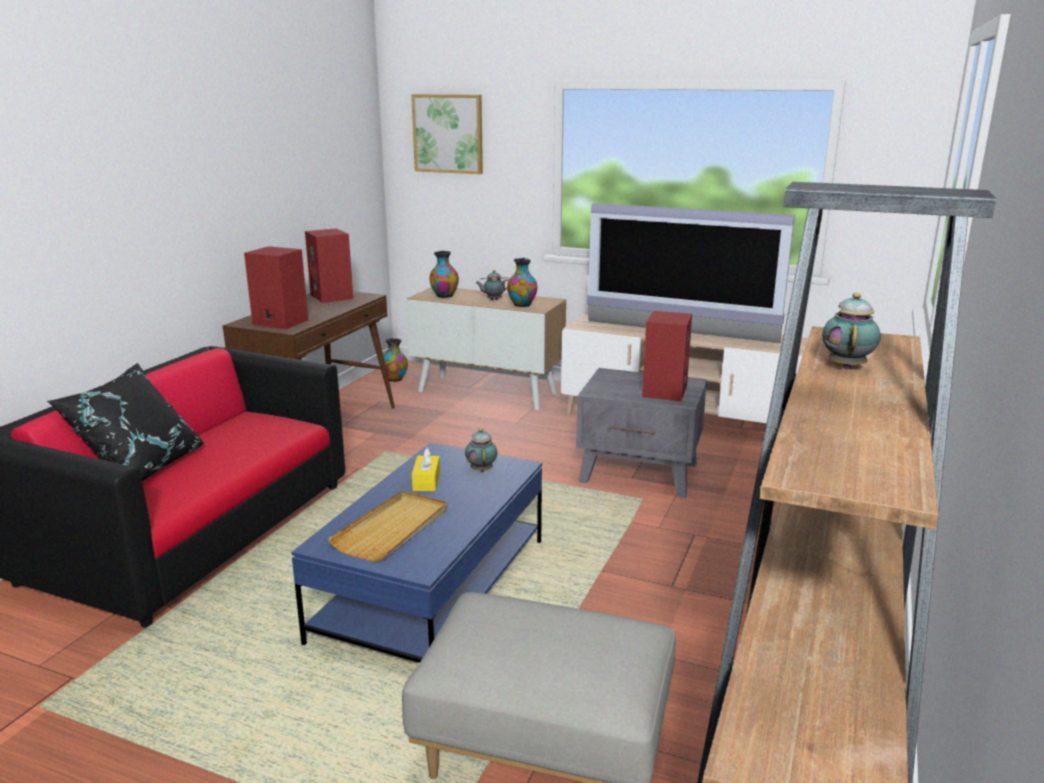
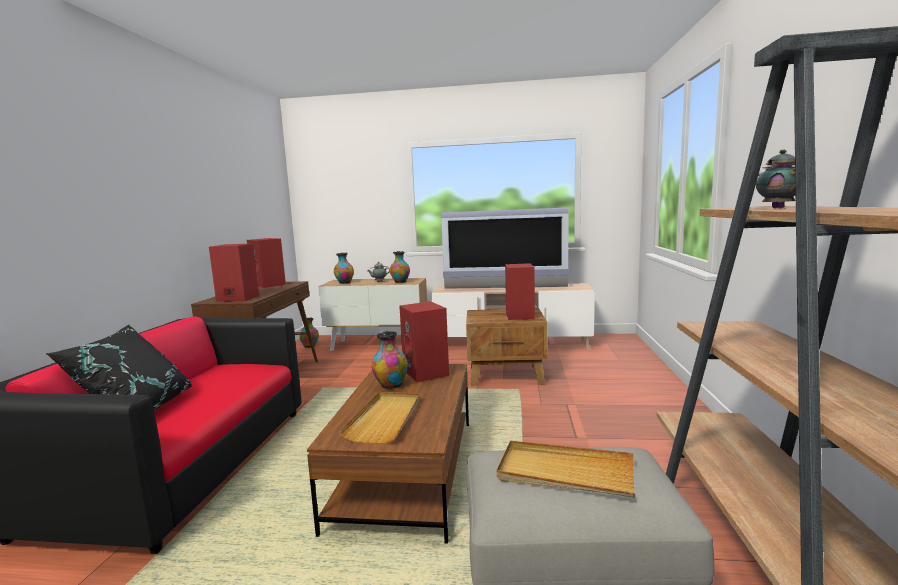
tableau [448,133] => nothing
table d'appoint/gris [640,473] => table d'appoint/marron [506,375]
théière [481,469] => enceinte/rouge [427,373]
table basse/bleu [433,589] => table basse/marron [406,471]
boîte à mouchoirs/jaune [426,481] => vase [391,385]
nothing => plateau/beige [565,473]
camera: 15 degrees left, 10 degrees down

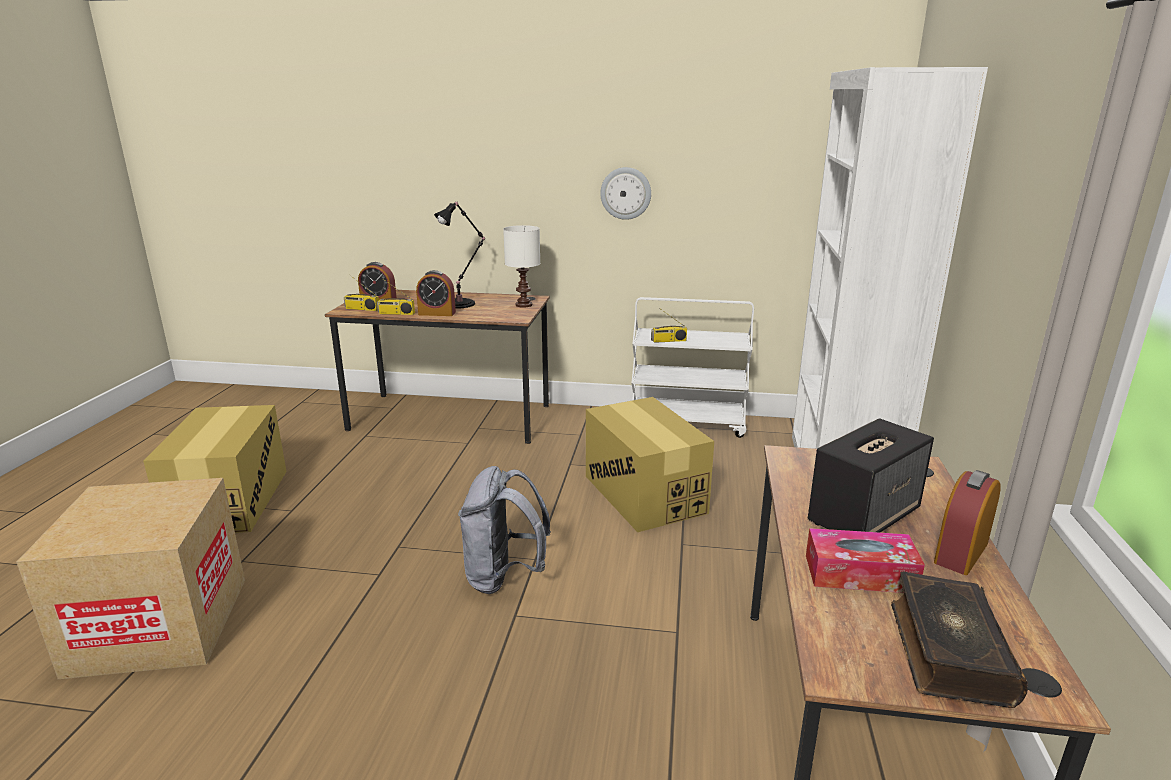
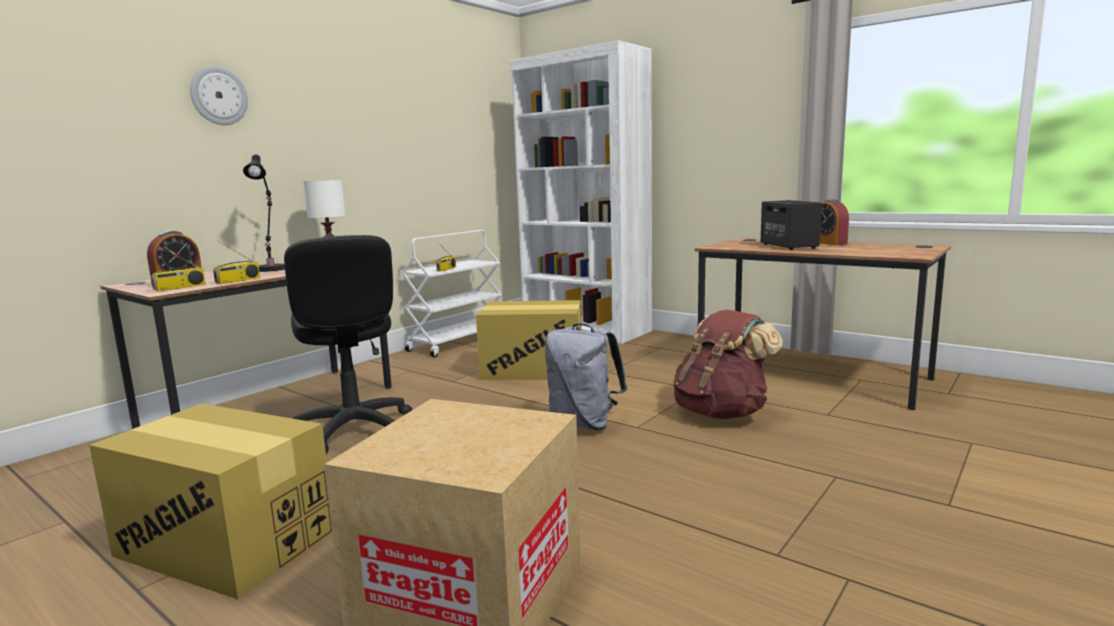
horloge murale [625,193] => horloge murale [218,96], move
réveil [437,313] => nothing
boîte à mouchoirs [859,574] => nothing
livre [947,651] => nothing
nothing => chaise de bureau/noir [353,430]
nothing => sac à dos/marron [721,413]
camera: 60 degrees left, 10 degrees down

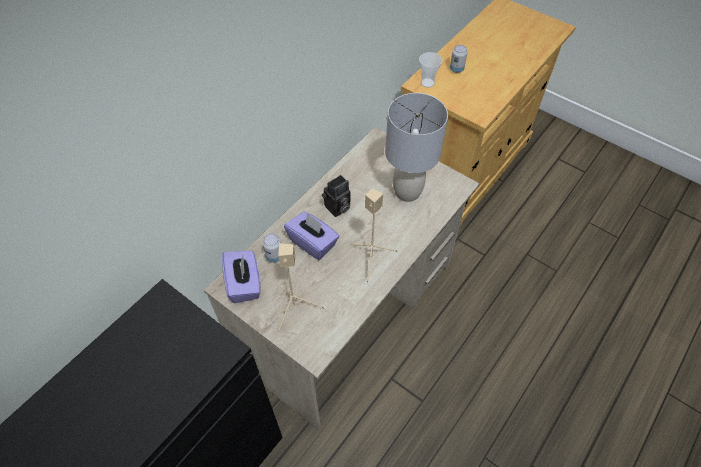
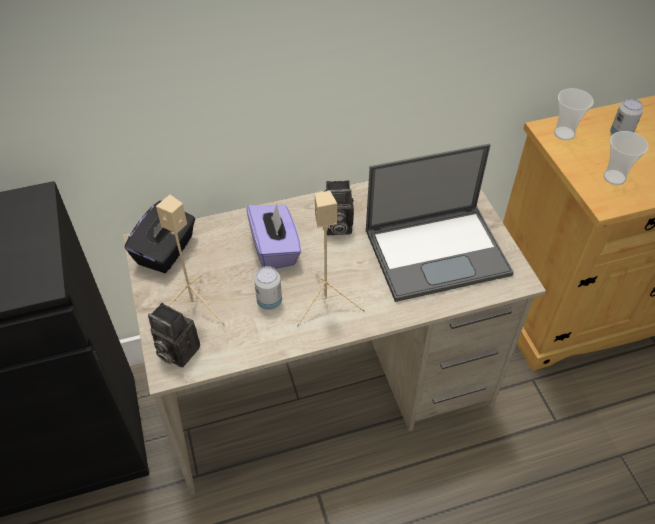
lampe de table/gris [407,191] => ordinateur portable [438,251]
boîte métallique [274,256] => boîte métallique [269,301], move
boîte à mouchoirs/violet [244,284] => boîte à mouchoirs/noir [166,251]
nothing => tasse [614,177]
nothing => appareil photo [176,351]
camera: 35 degrees right, 5 degrees down

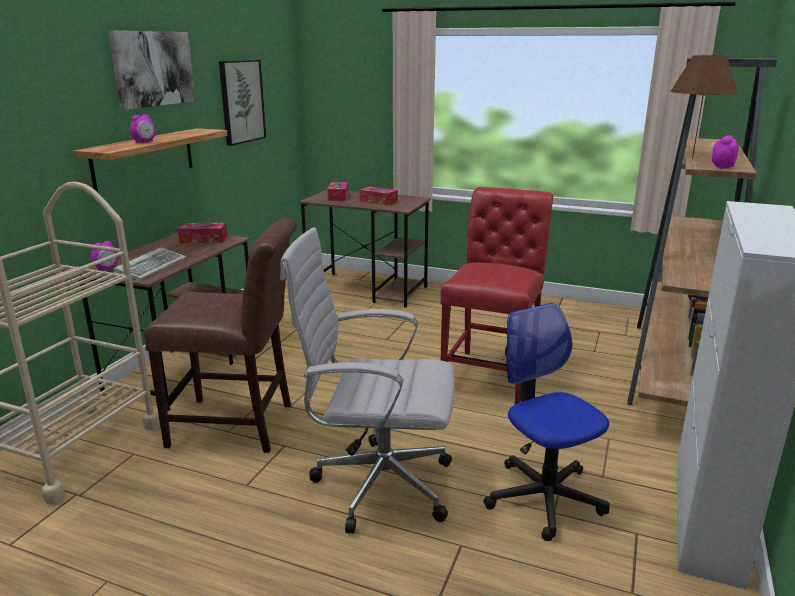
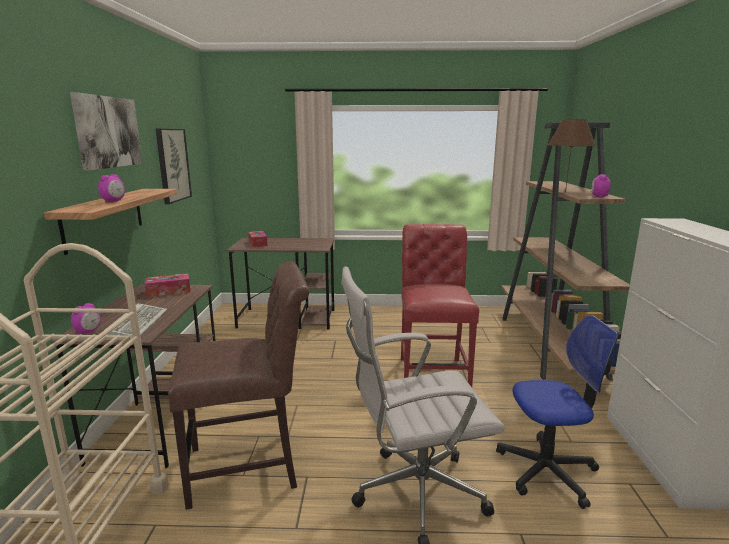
boîte à mouchoirs [378,201] => nothing
chaise de bureau [544,497] => chaise de bureau [547,470], 135 degrees clockwise
camera: 20 degrees left, 5 degrees down

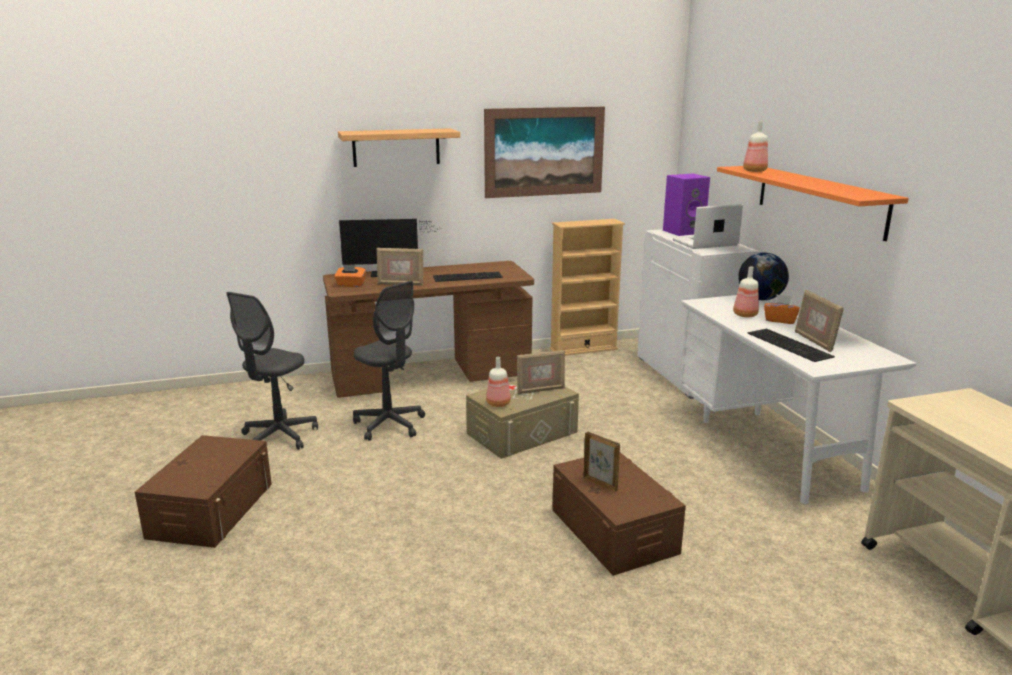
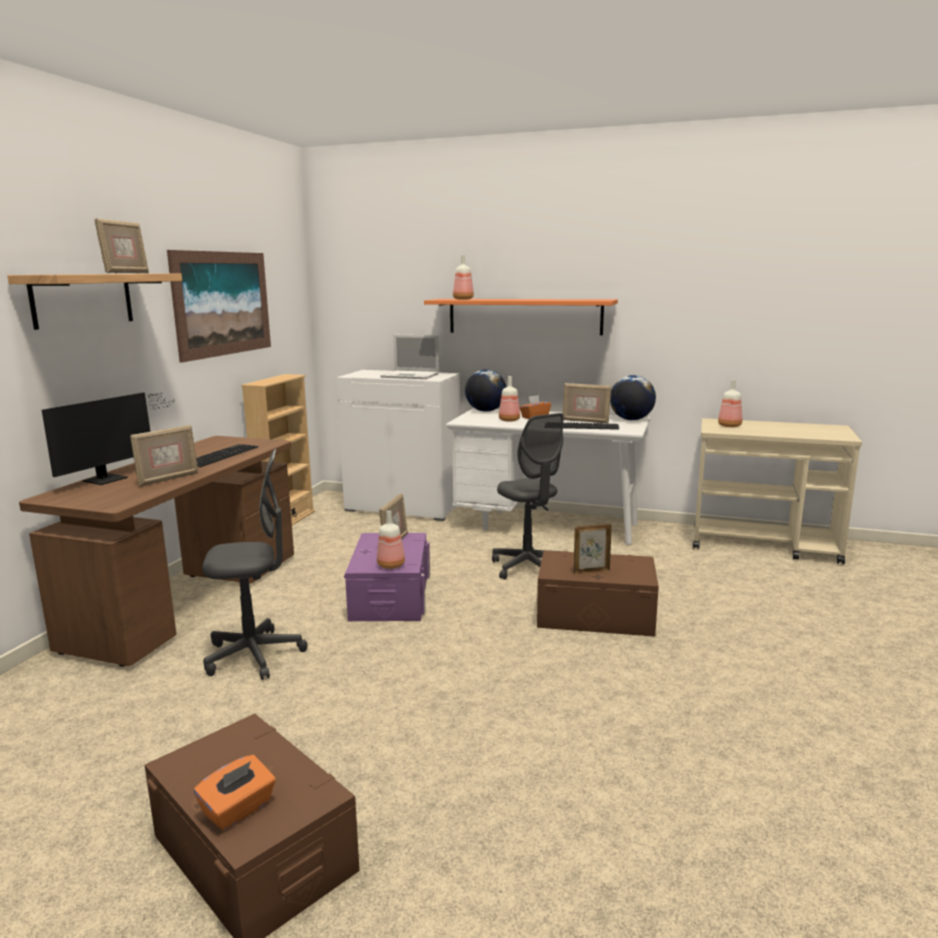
enceinte/violet [684,231] => nothing
ordinateur portable [704,243] => ordinateur portable [411,375], 90 degrees counterclockwise
boîte à mouchoirs/orange [351,285] => boîte à mouchoirs/orange [238,809], move
chaise de bureau/gris [279,437] => chaise de bureau/gris [528,567], move
boîte de rangement/beige [522,433] => boîte de rangement/violet [390,596]
nothing => cadre photo [126,273]
nothing => globe [631,419]
nothing => bouteille [729,425]
camera: 55 degrees left, 5 degrees down

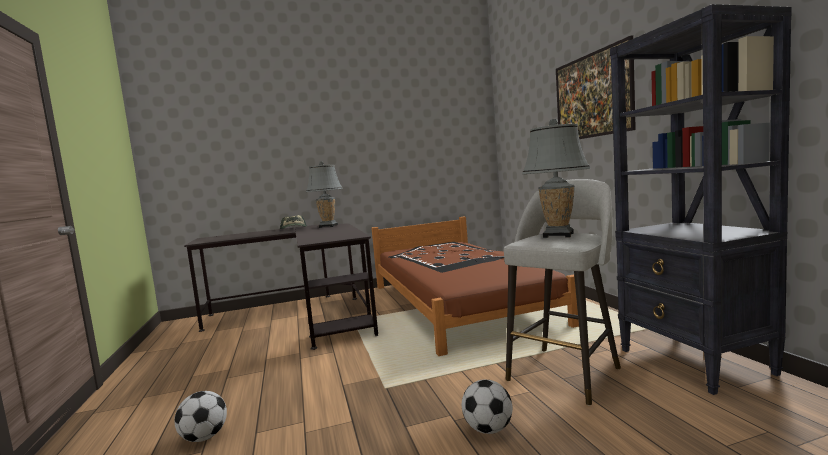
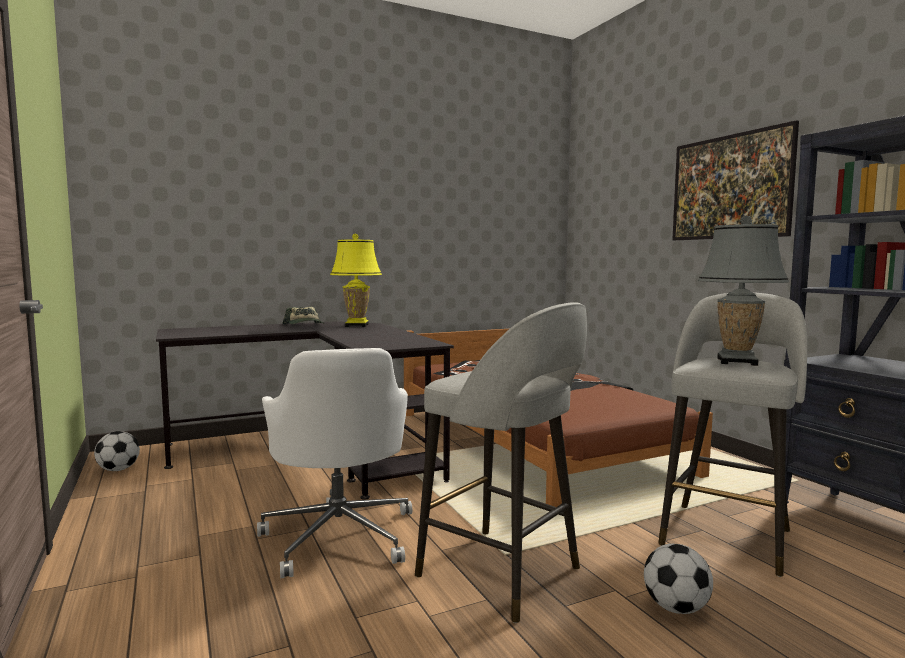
lampe de table/gris [328,226] => lampe de table/jaune [356,325]
ballon de foot [204,437] => ballon de foot [118,470], move
nothing => tabouret/gris [502,574]
nothing => chaise de bureau/blanc [340,535]
camera: 10 degrees left, 0 degrees up

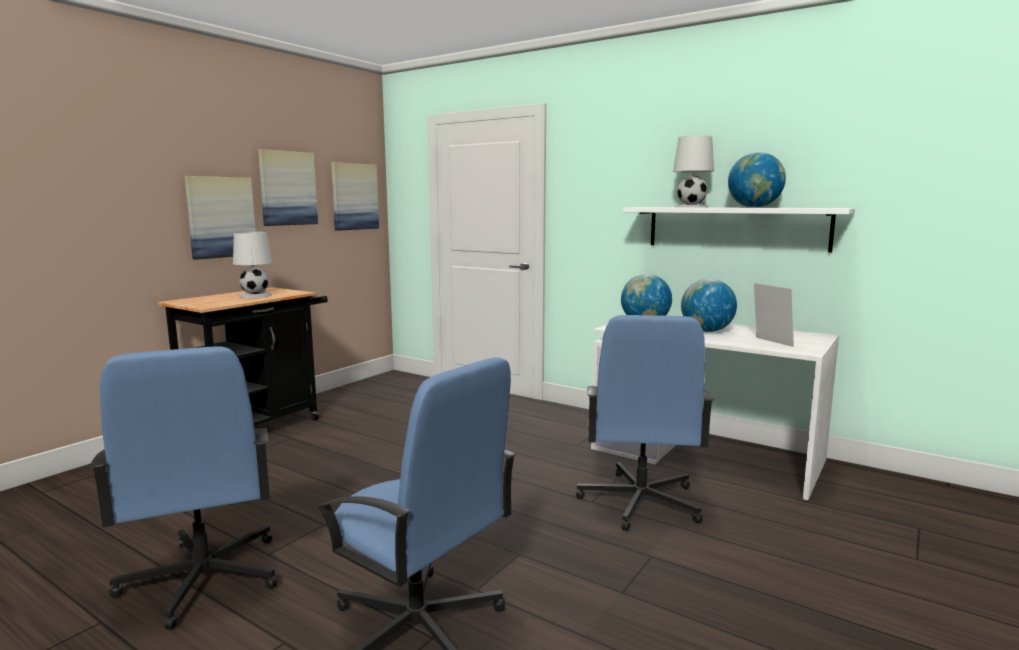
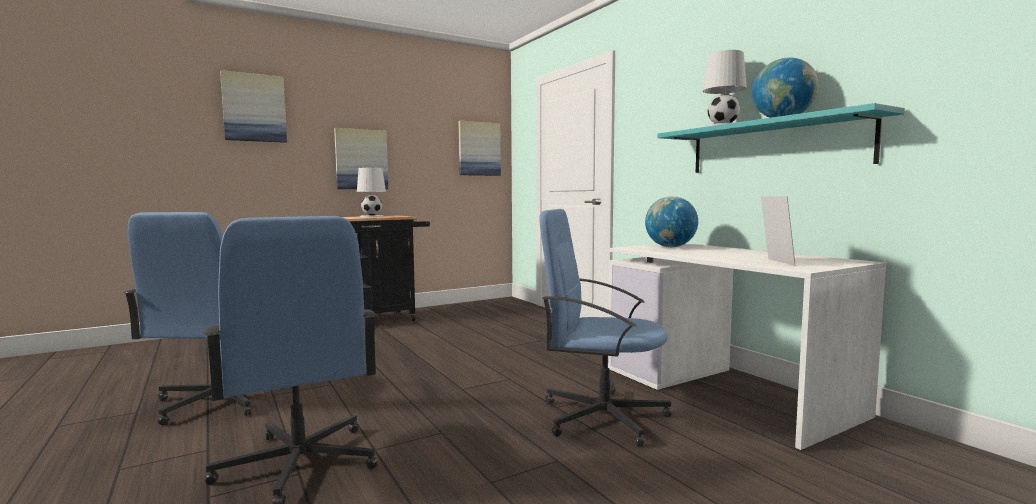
tableau [287,188] => tableau [254,108], move
étagère/blanc [736,228] => étagère/turquoise [774,146]
globe [706,331] => nothing
chaise de bureau/bleu [639,502] => chaise de bureau/bleu [601,416], 75 degrees clockwise
camera: 25 degrees right, 5 degrees down

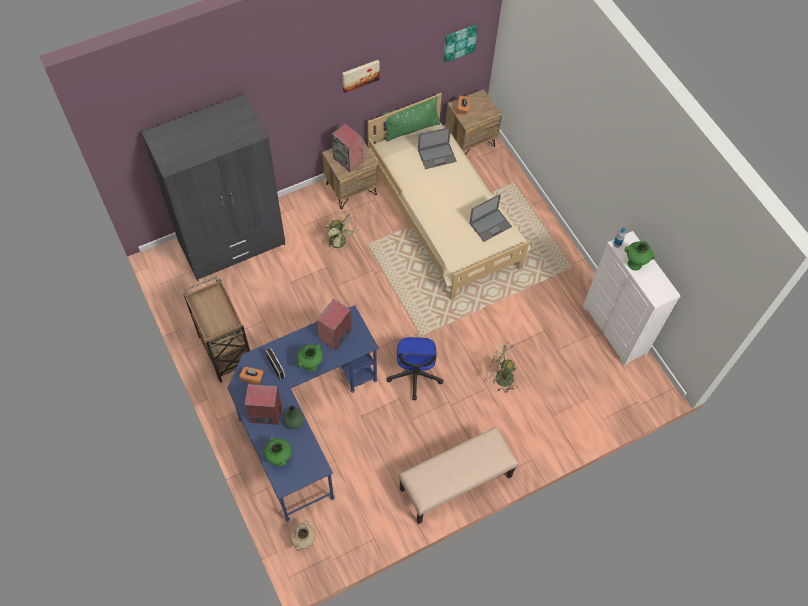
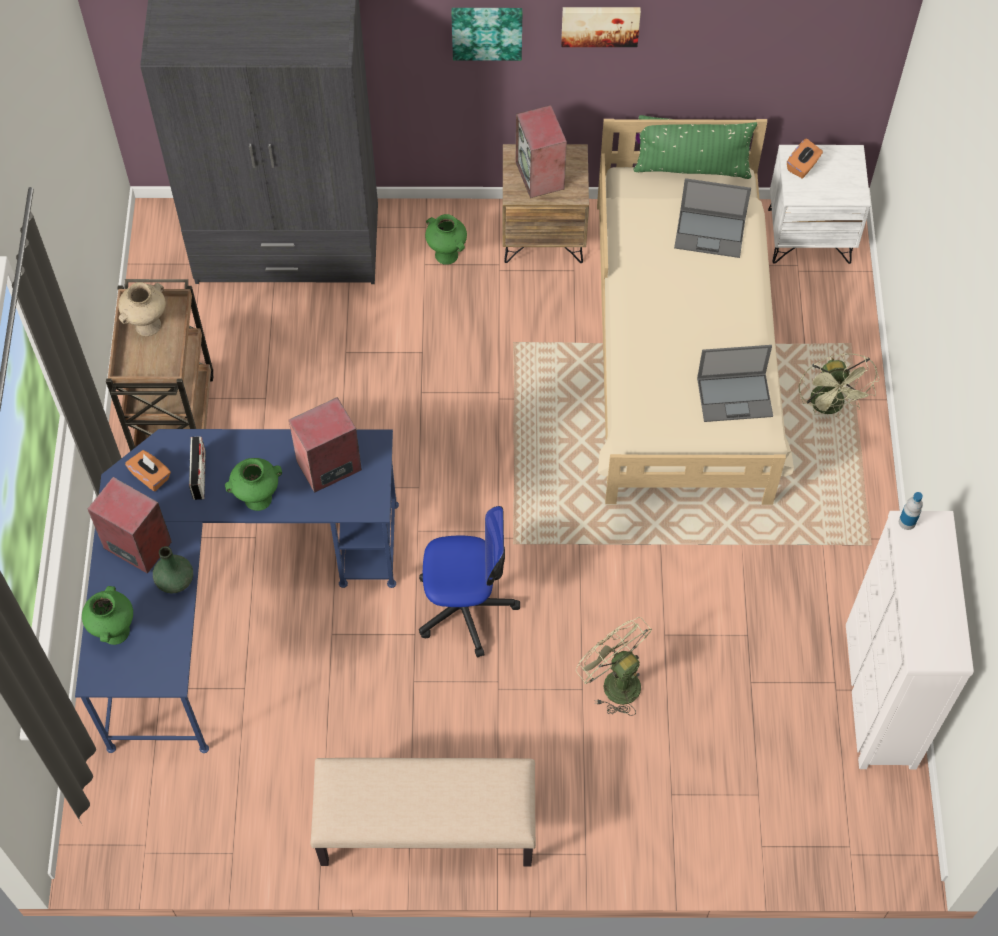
tableau [459,42] => tableau [487,31], move
table de chevet/marron [470,141] => table de chevet/blanc [809,235]
ventilateur/vert [340,243] => ventilateur/vert [830,407], move
vase/vert [635,264] => vase/vert [447,255], move
chaise de bureau [415,375] => chaise de bureau [465,607], 120 degrees counterclockwise
vase/beige [304,542] => vase/beige [148,326], move
camera: 30 degrees right, 0 degrees up

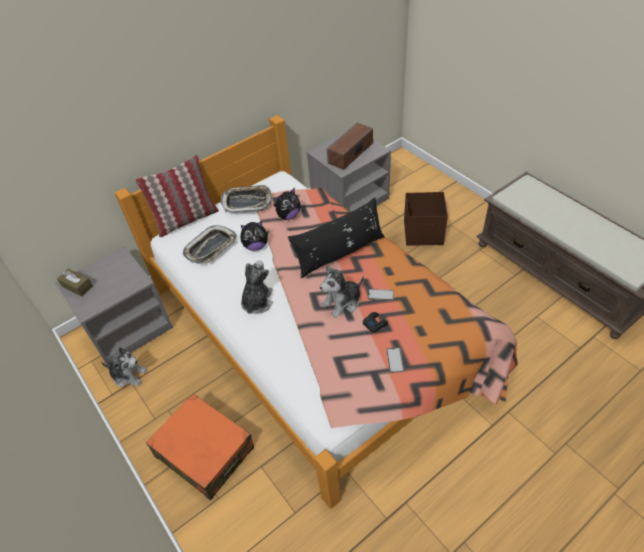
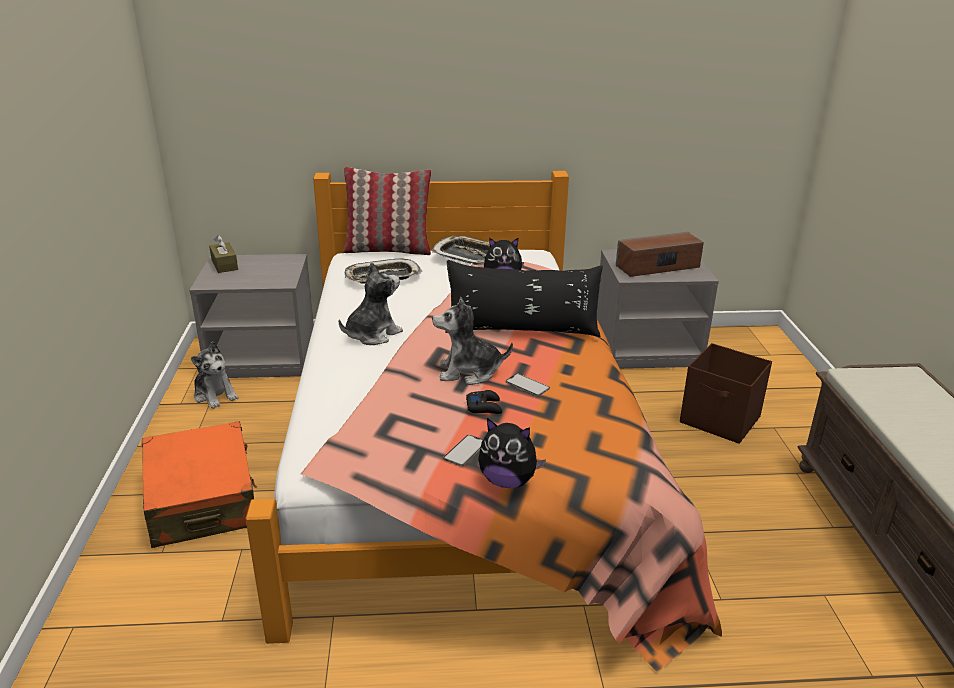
peluche [256,246] => peluche [508,481], move
camera: 30 degrees right, 20 degrees down

